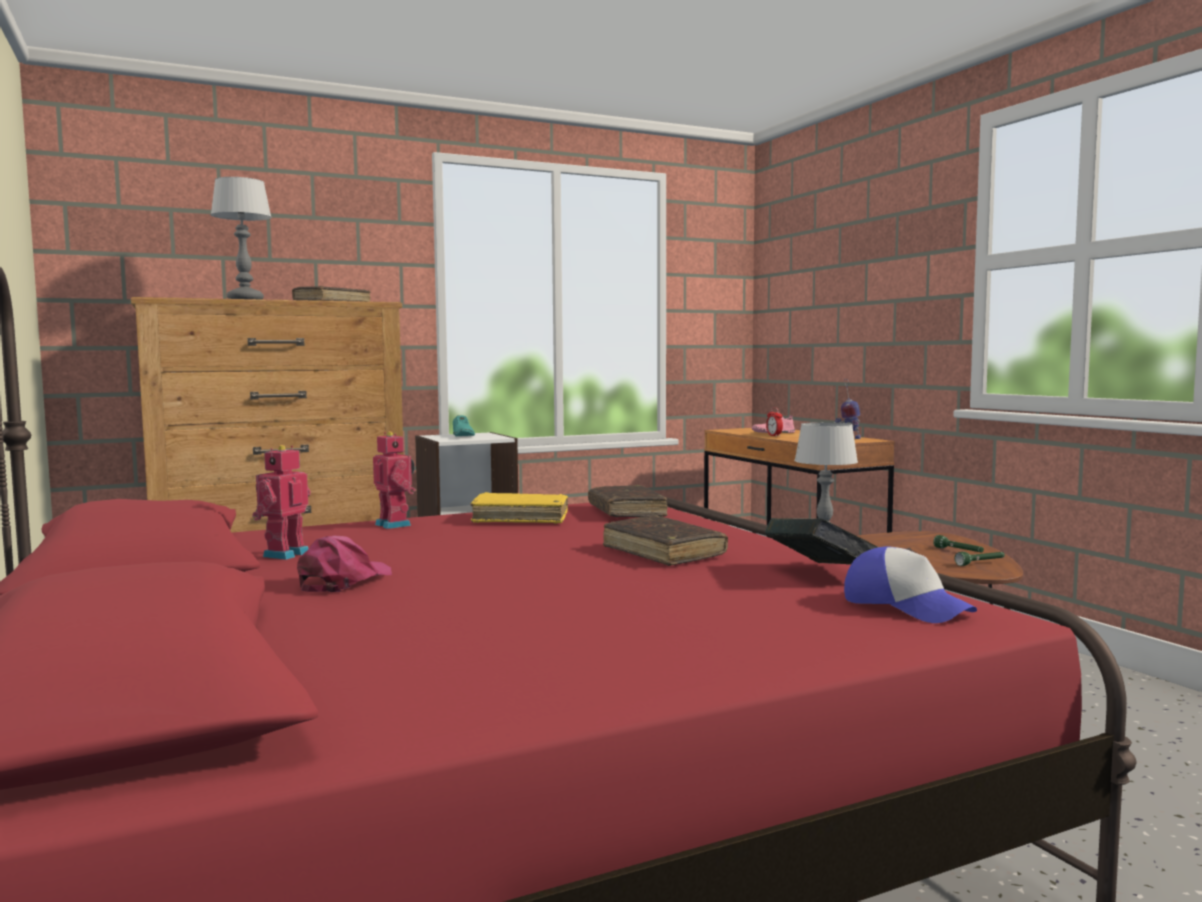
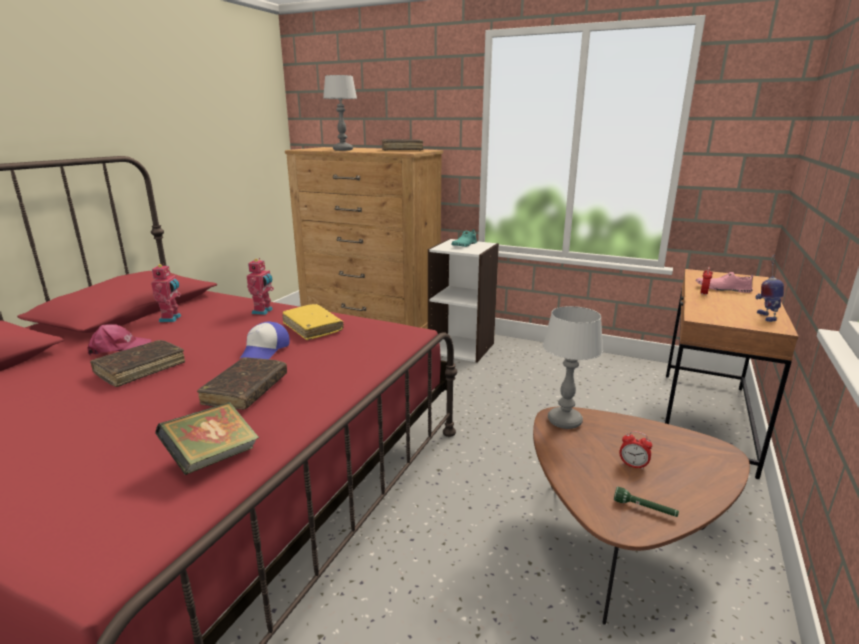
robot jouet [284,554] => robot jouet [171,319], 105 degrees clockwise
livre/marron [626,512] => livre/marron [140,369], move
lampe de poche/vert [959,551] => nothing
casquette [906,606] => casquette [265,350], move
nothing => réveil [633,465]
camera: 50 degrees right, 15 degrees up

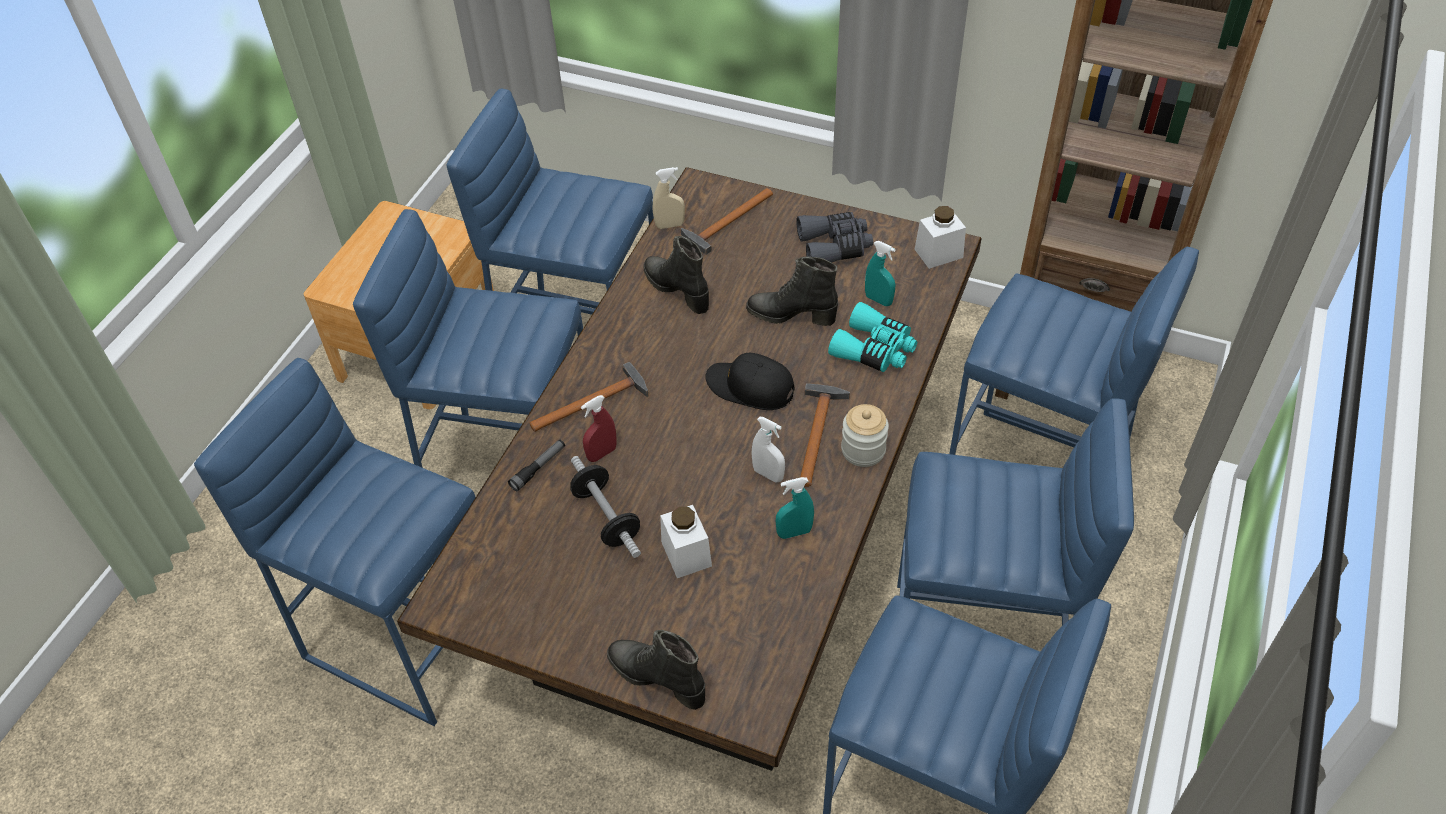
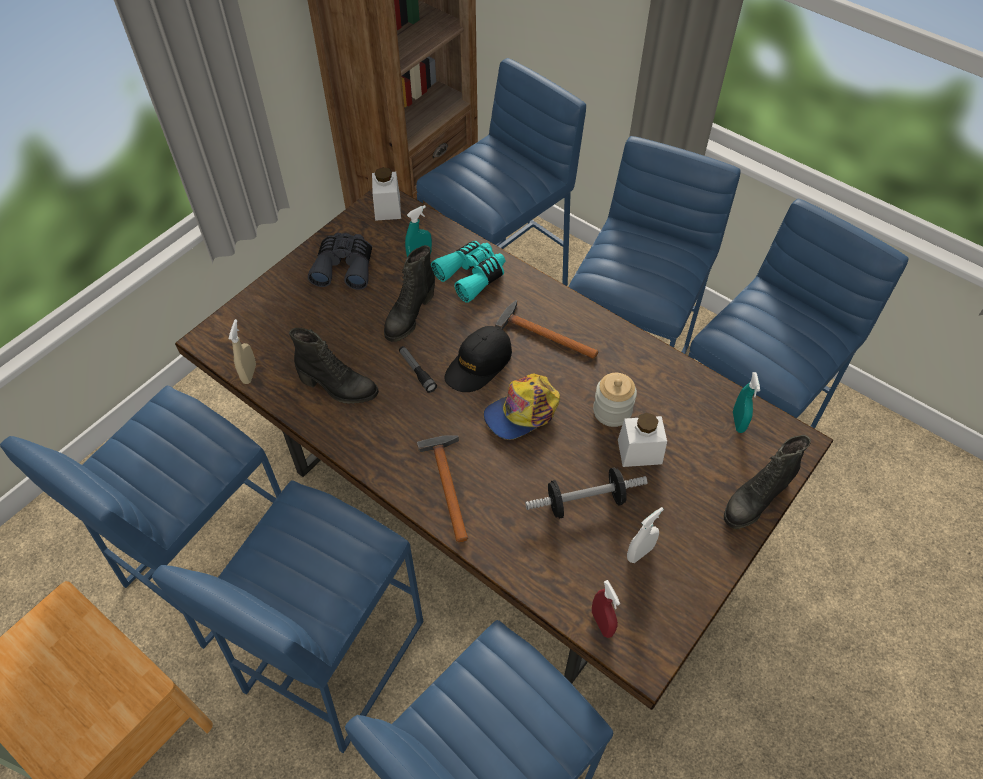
marteau [726,222] => nothing
botte/noir [677,290] => botte/noir [338,388], 135 degrees counterclockwise
vaporisateur/rouge [602,453] => vaporisateur/rouge [602,623], move
bocal [863,450] => bocal [612,411], move
vaporisateur/blanc [768,474] => vaporisateur/blanc [640,553], move
lampe de poche [538,468] => lampe de poche [417,371], move
vaporisateur/turquoise [794,532] => vaporisateur/turquoise [738,422], move
nothing => casquette [522,412]
camera: 75 degrees left, 5 degrees up

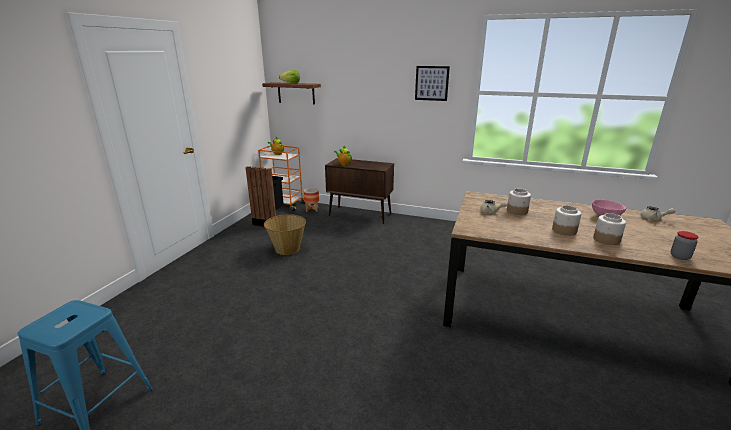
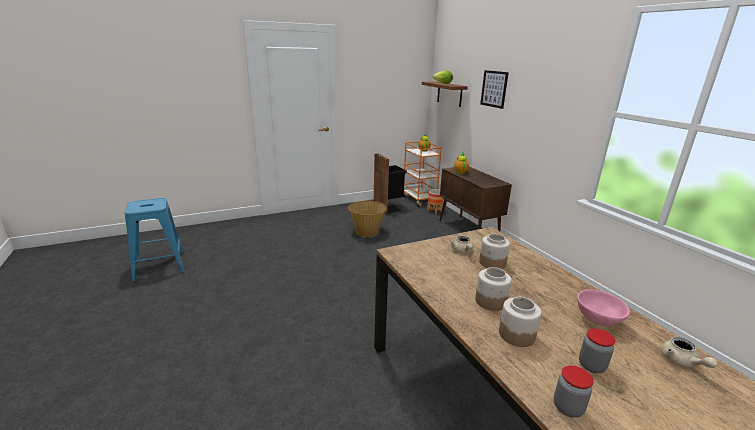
tableau [431,83] => tableau [494,89], move
nothing => bocal [591,366]
camera: 45 degrees right, 0 degrees up

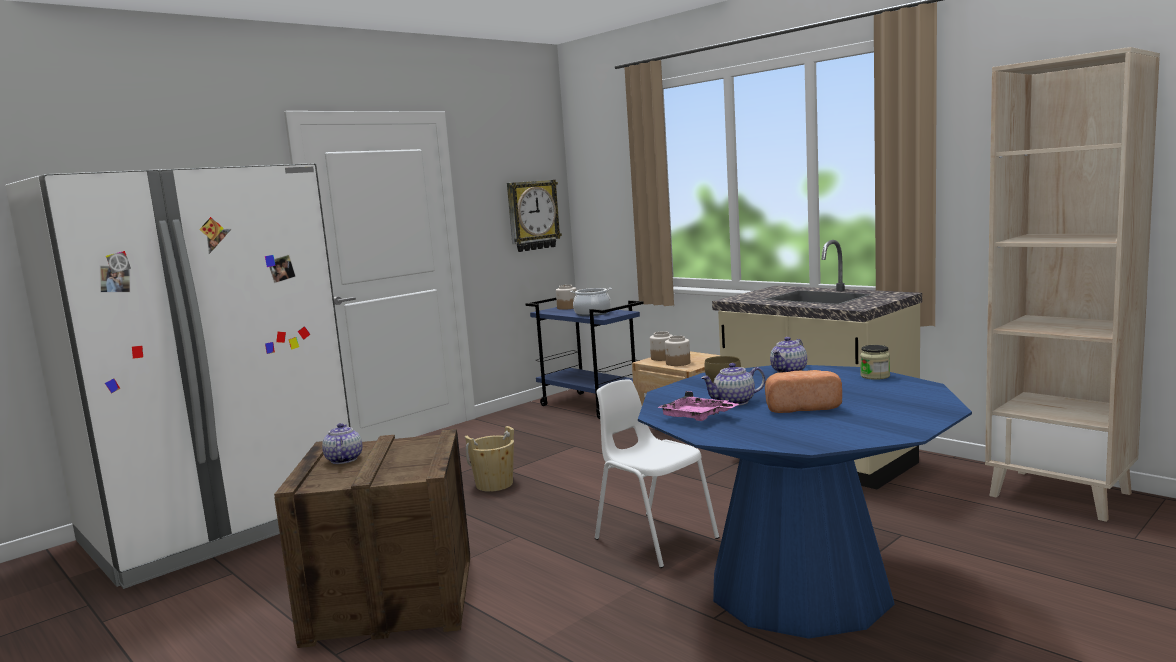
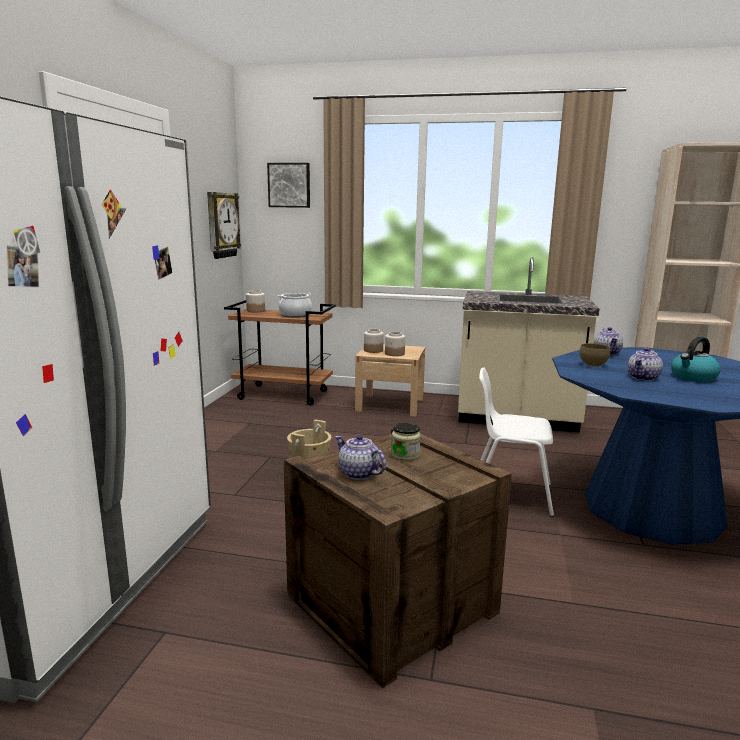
chariot/bleu [591,405] => chariot/marron [284,395]
bocal [875,376] => bocal [405,455], move
pain [800,407] => bouilloire [693,377]
plateau/rose [697,417] => nothing
nothing => tableau [289,185]
camera: 35 degrees left, 5 degrees up

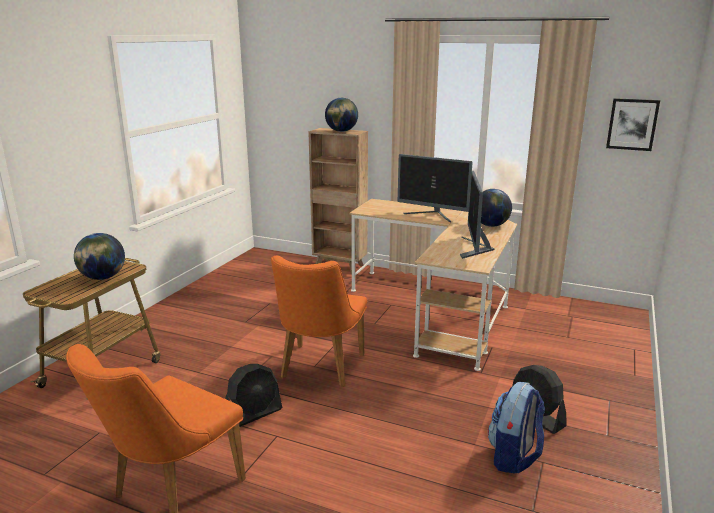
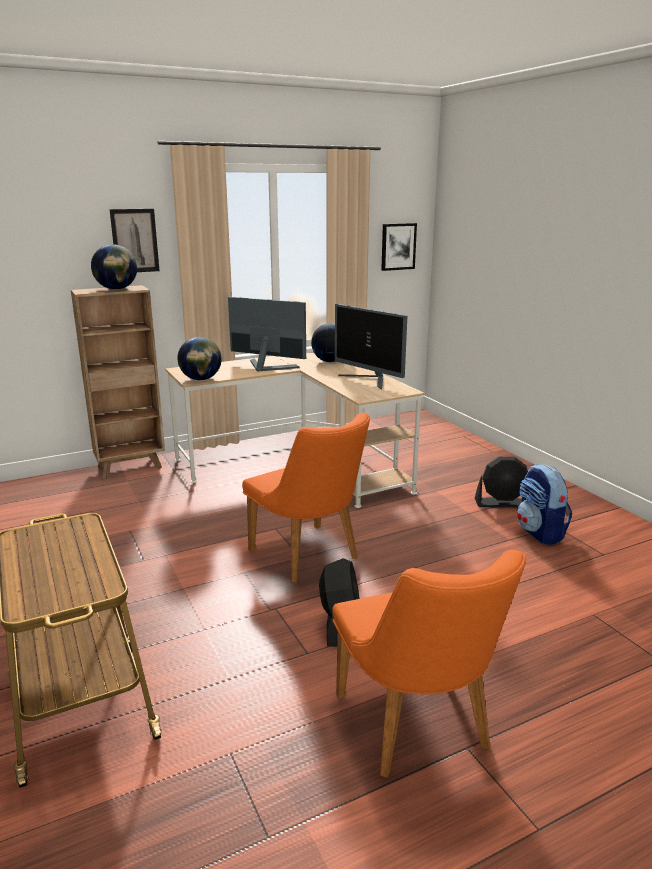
écran d'ordinateur [432,215] => écran d'ordinateur [266,367], 135 degrees counterclockwise
globe [103,278] => globe [201,379], move
nothing => tableau [135,241]
camera: 50 degrees left, 0 degrees up

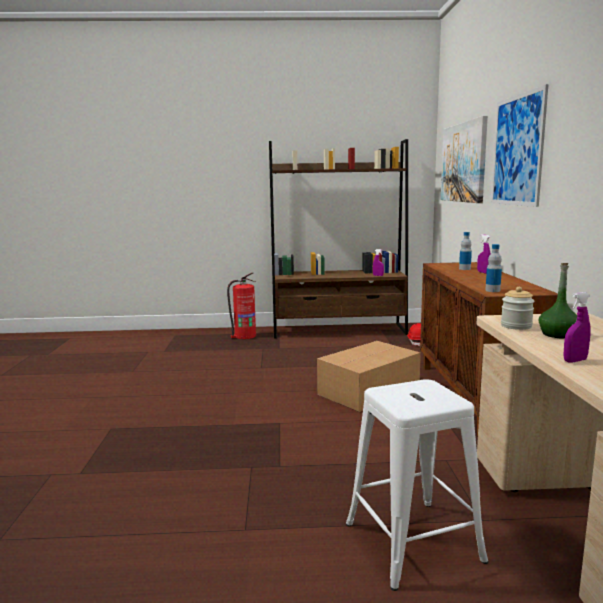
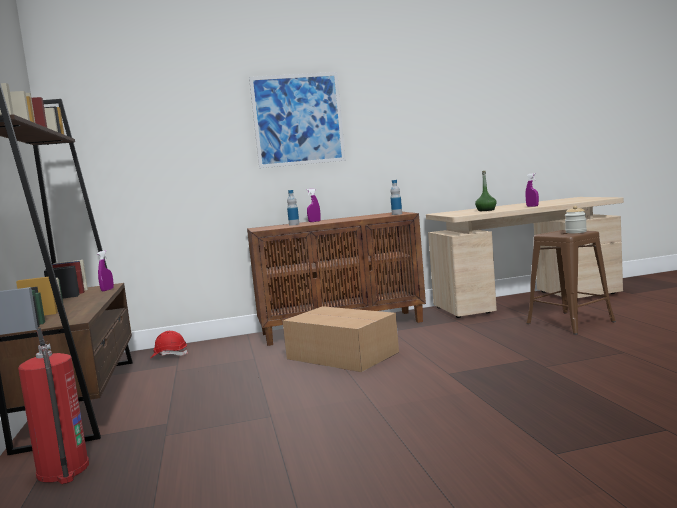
tableau [463,162] => nothing
bocal [516,326] => bocal [576,232], move
tabouret/blanc [413,541] => tabouret/marron [569,322]
camera: 100 degrees left, 5 degrees down

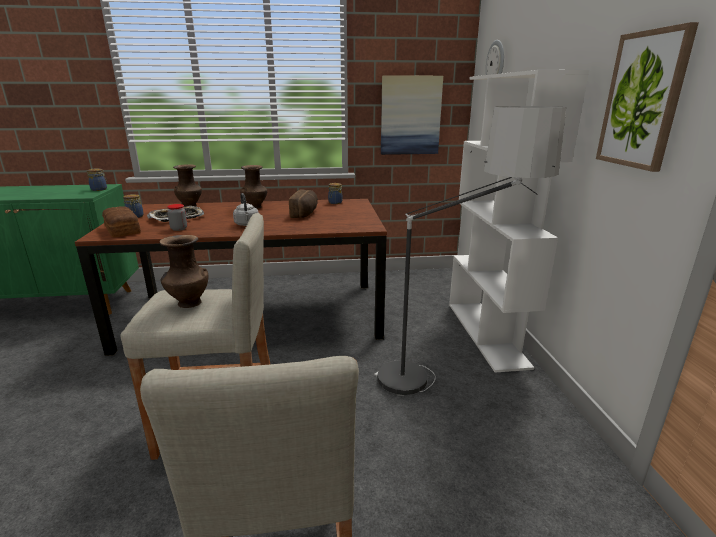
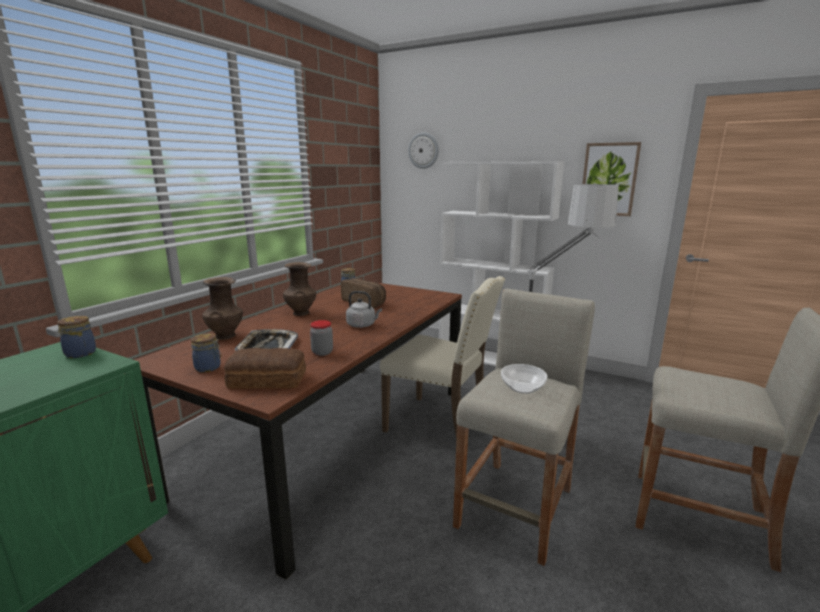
tableau [410,115] => nothing
vase/marron [188,303] => bol [522,388]
nothing => chaise/beige [439,424]
camera: 55 degrees left, 5 degrees down

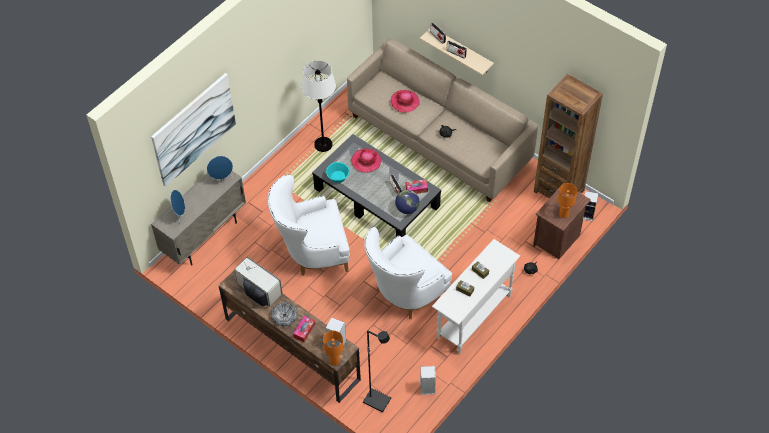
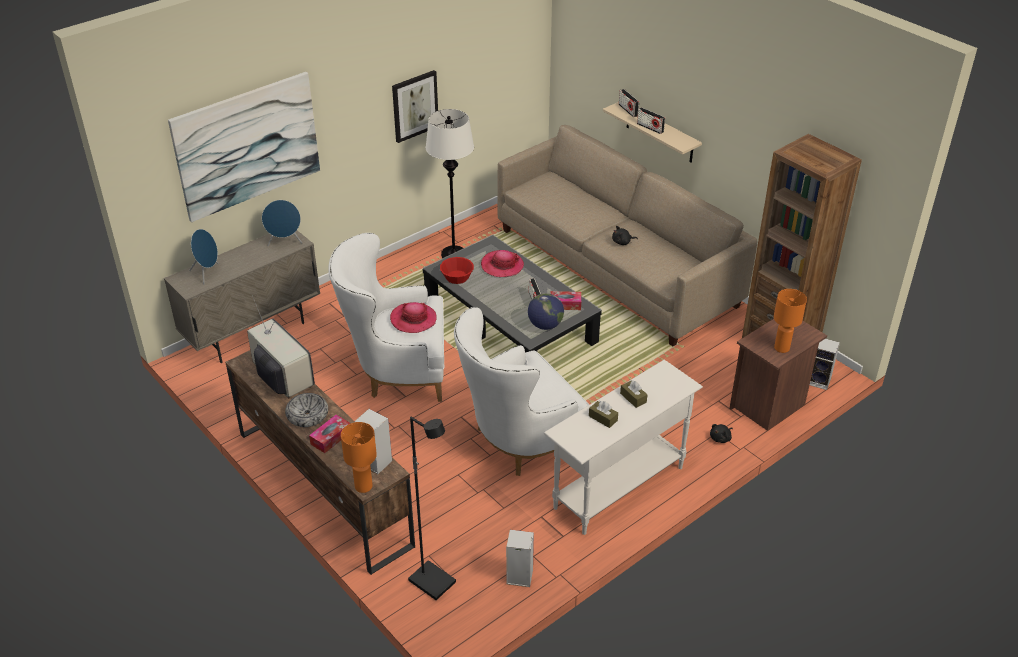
chapeau [405,102] => chapeau [413,319], move
bol/turquoise [338,176] => bol/rouge [457,277]
nothing => tableau [414,106]
camera: 10 degrees right, 15 degrees down

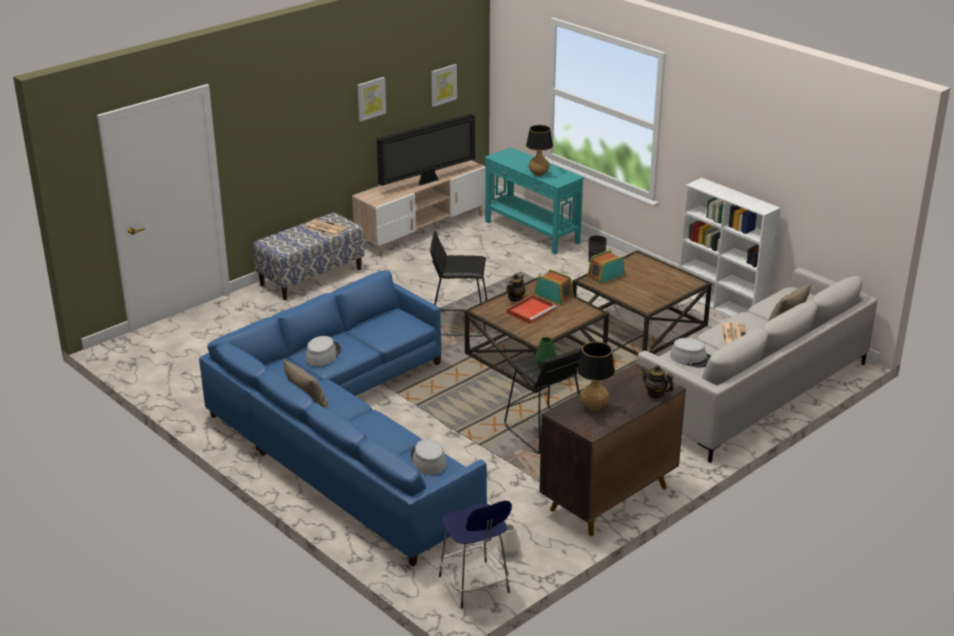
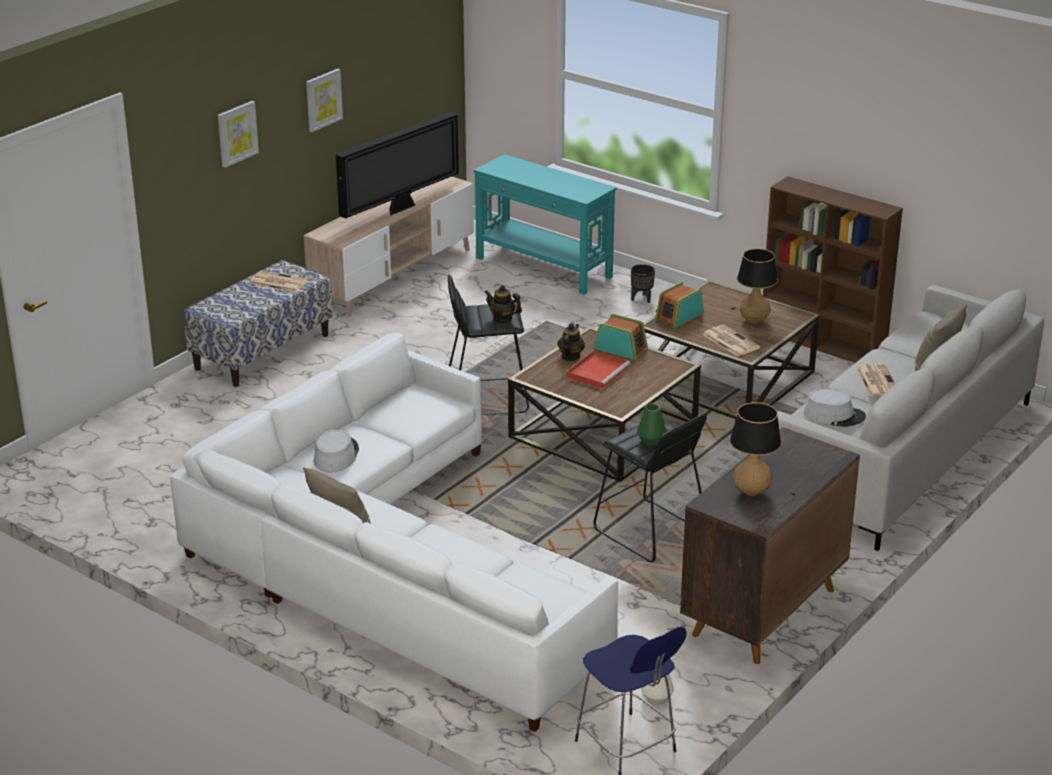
tableau [443,85] => tableau [237,133], move
lampe de table [540,173] => lampe de table [755,318], move
bibliothèque/blanc [722,305] => bibliothèque/marron [823,343]
canapé/bleu [346,436] => canapé/blanc [384,564]
théière [655,394] => théière [502,319], move
chapeau/gris [428,460] => nothing
nothing => journal [729,341]
camera: 10 degrees left, 0 degrees up

